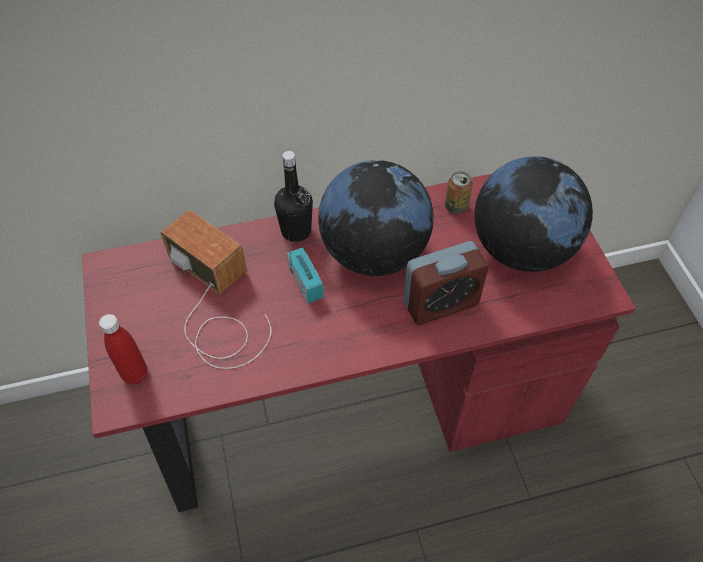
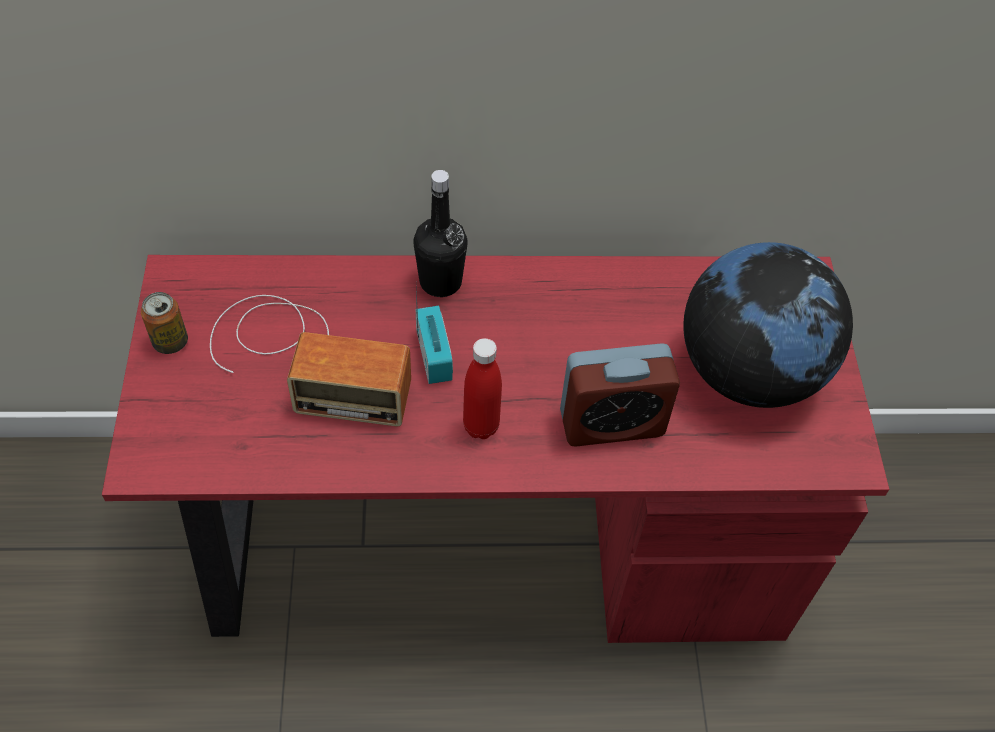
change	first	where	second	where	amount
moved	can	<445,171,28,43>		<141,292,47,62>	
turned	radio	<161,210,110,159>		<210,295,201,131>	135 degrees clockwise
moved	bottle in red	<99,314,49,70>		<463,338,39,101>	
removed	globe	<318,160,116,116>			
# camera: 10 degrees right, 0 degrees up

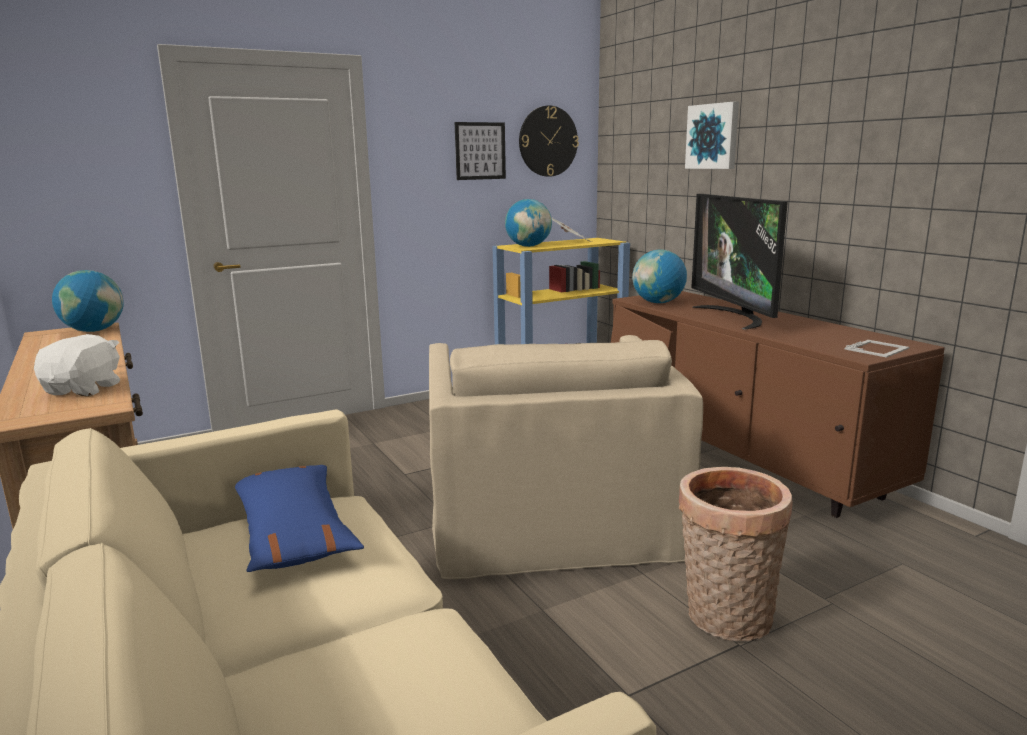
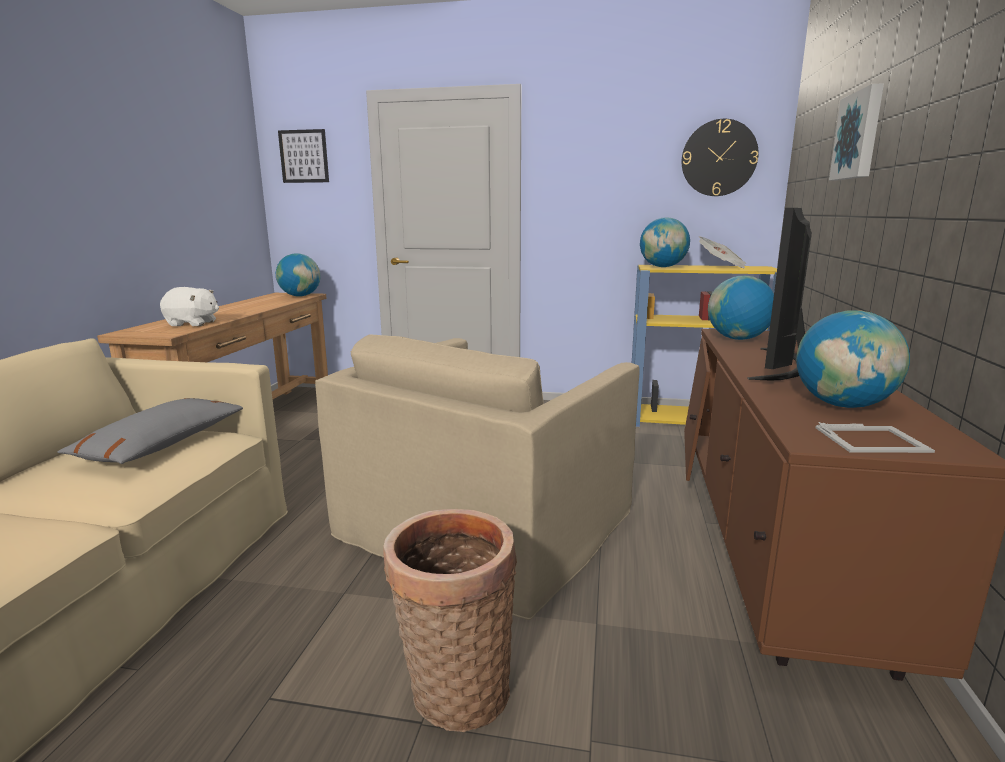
change	first	where	second	where	amount
recoloured	pillow in blue	<235,465,129,107>	pillow in grey	<57,398,186,66>	
turned	plush toy in white	<34,334,86,62>		<160,287,59,39>	45 degrees clockwise
moved	picture	<455,122,51,58>		<278,129,51,54>	
added			globe	<796,310,114,98>	
# camera: 40 degrees right, 0 degrees up

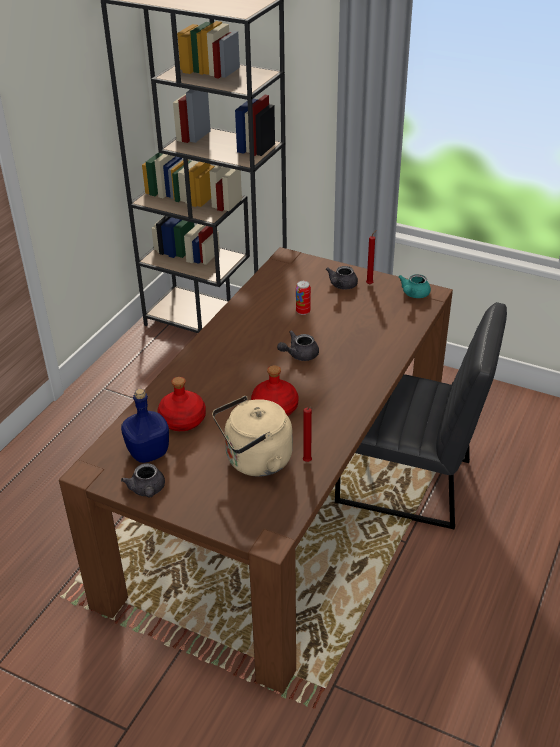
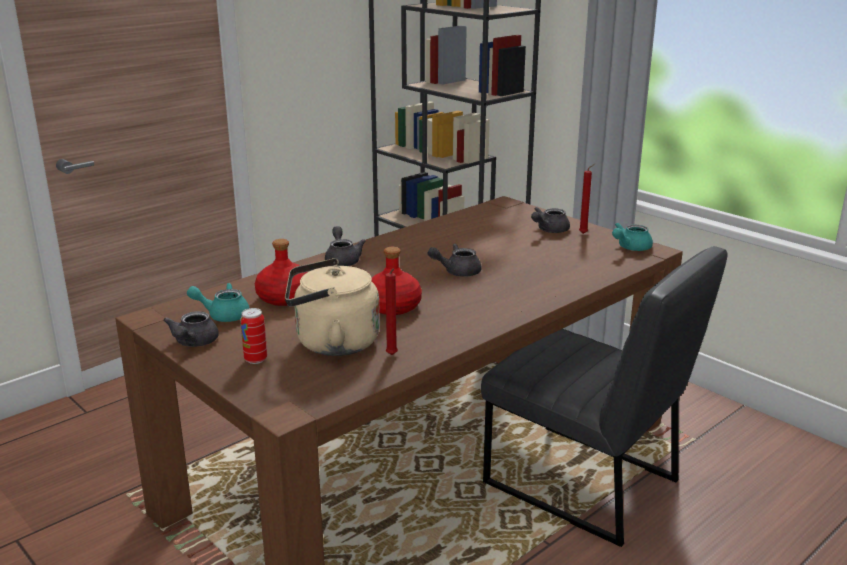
change	first	where	second	where	amount
replaced	bottle in blue	<121,389,48,74>	teapot in turquoise	<187,283,62,39>	
moved	can	<296,281,15,34>		<240,308,27,56>	
added			teapot in grey	<325,226,41,40>	
# camera: 20 degrees right, 15 degrees down

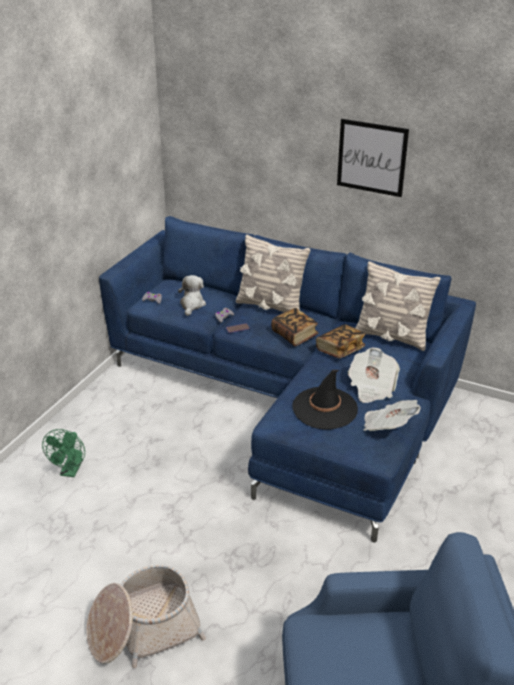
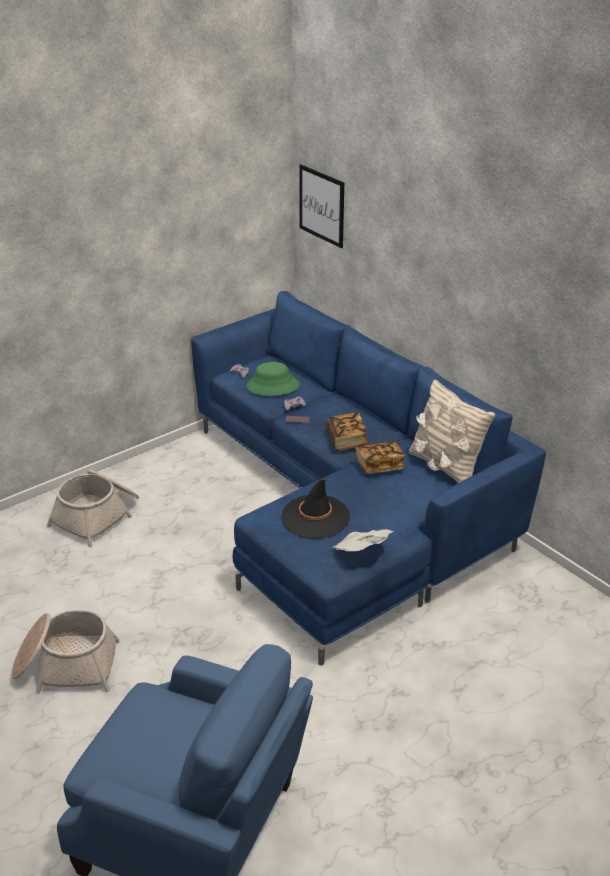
change	first	where	second	where	amount
replaced	fan in green	<42,429,43,48>	basket	<47,469,92,78>	
replaced	plush toy	<178,275,28,41>	hat in green	<246,362,54,34>	
moved	picture	<337,119,72,78>		<299,164,45,84>	
removed	pillow in beige	<236,235,74,77>			
removed	newspaper	<348,348,52,55>			
# camera: 25 degrees right, 0 degrees up

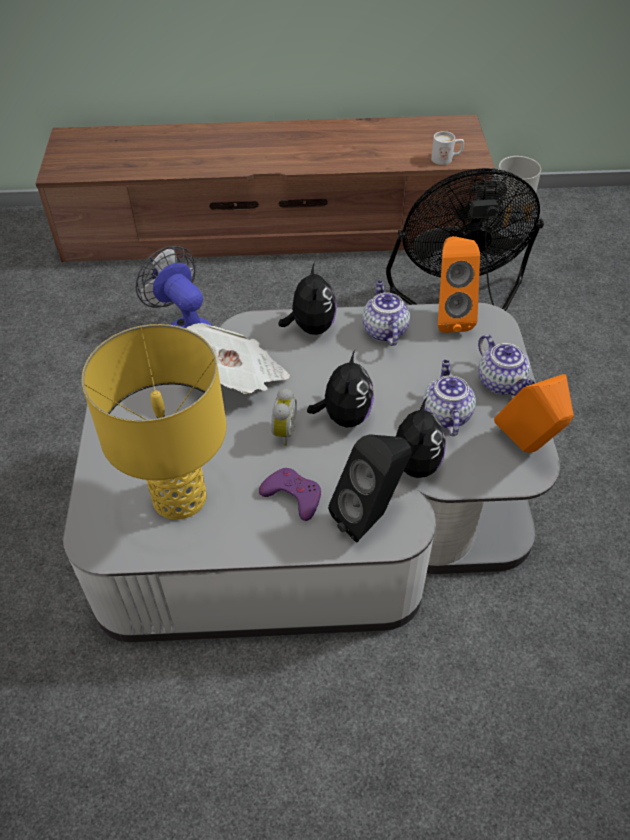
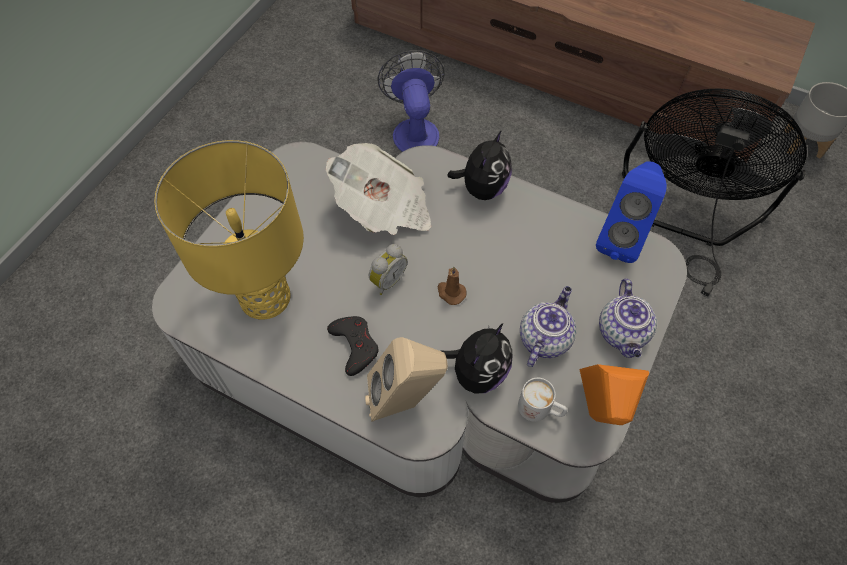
change	first	where	second	where	amount
recoloured	game controller in purple	<259,468,62,53>	game controller in black	<327,316,51,60>	
recoloured	speaker in black	<328,434,84,108>	speaker in beige	<365,337,83,85>	
replaced	plush toy	<307,350,67,78>	candle in brown	<438,267,28,38>	
moved	mug in white	<431,131,33,34>		<518,378,49,44>	
recoloured	speaker in orange	<438,236,42,97>	speaker in blue	<596,161,71,102>	
removed	teapot	<362,281,48,65>			
# camera: 30 degrees right, 10 degrees up

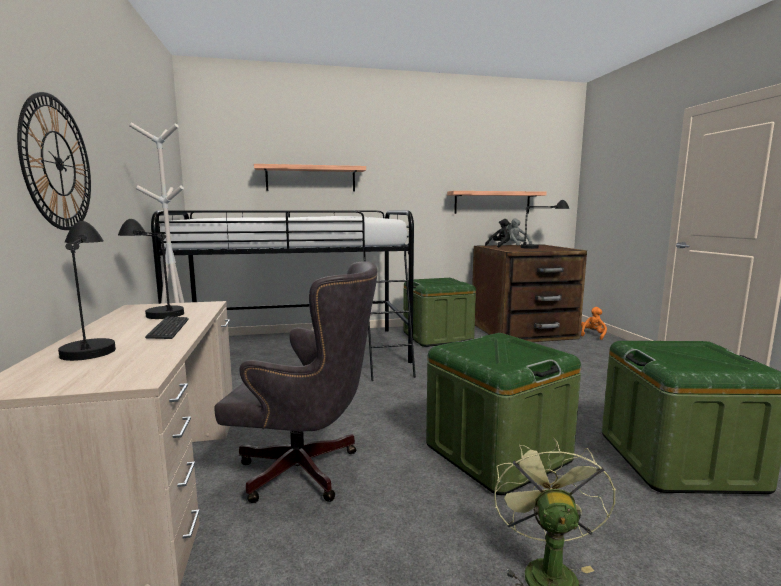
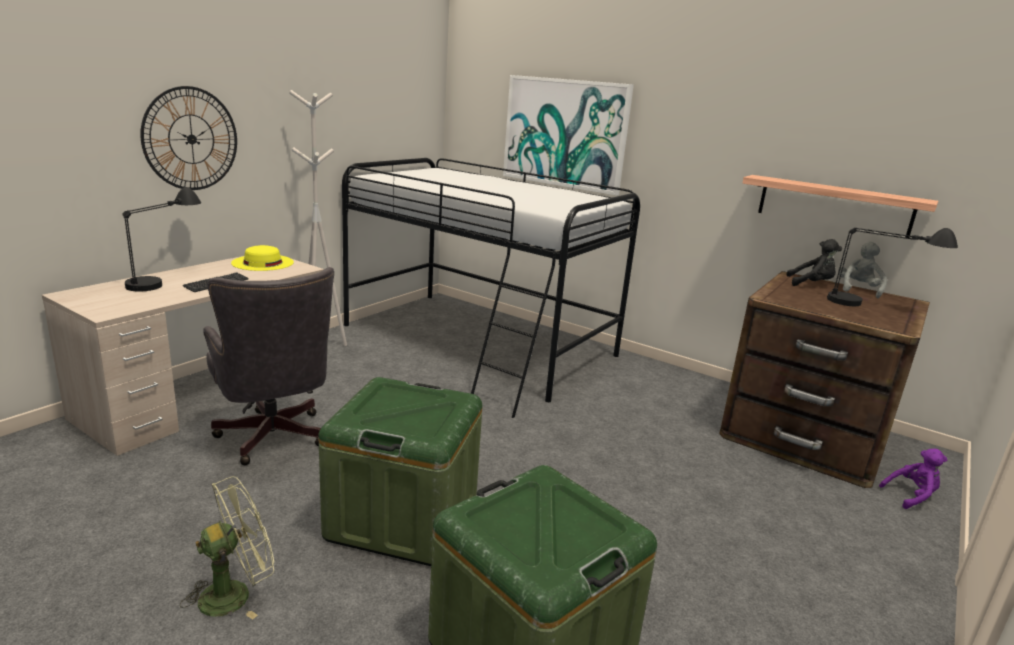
change	first	where	second	where	amount
replaced	table lamp in black	<118,219,66,100>	hat in yellow	<231,245,63,26>	
replaced	shelf	<254,164,112,27>	picture	<503,75,131,120>	
recoloured	plush toy in orange	<581,307,26,33>	plush toy in purple	<879,449,68,60>	
removed	storage box in green	<403,278,73,69>			
# camera: 45 degrees right, 10 degrees up

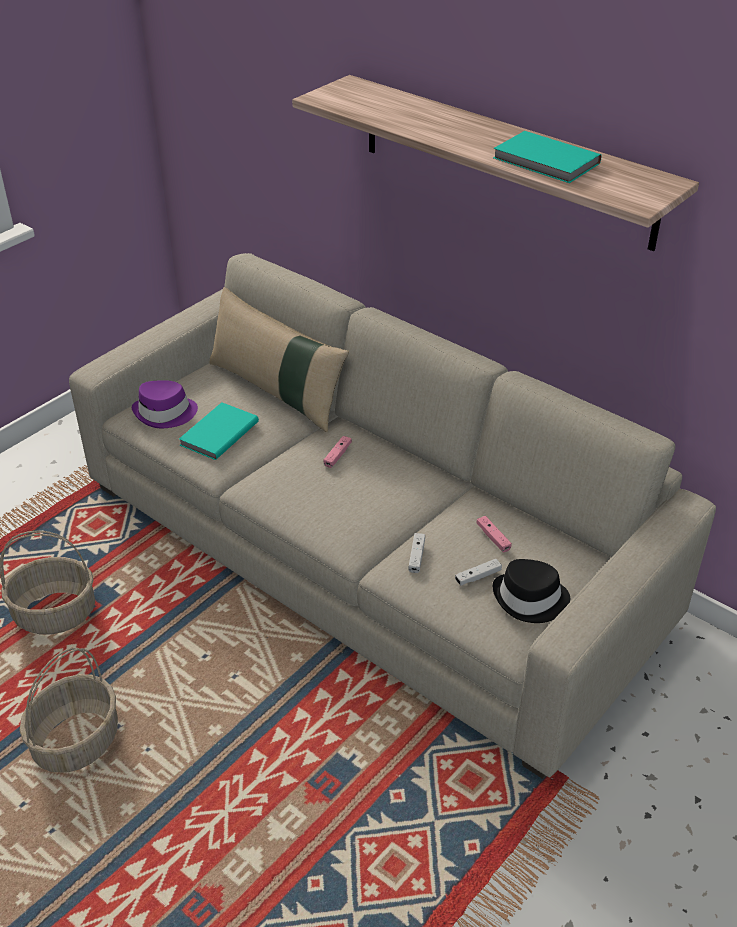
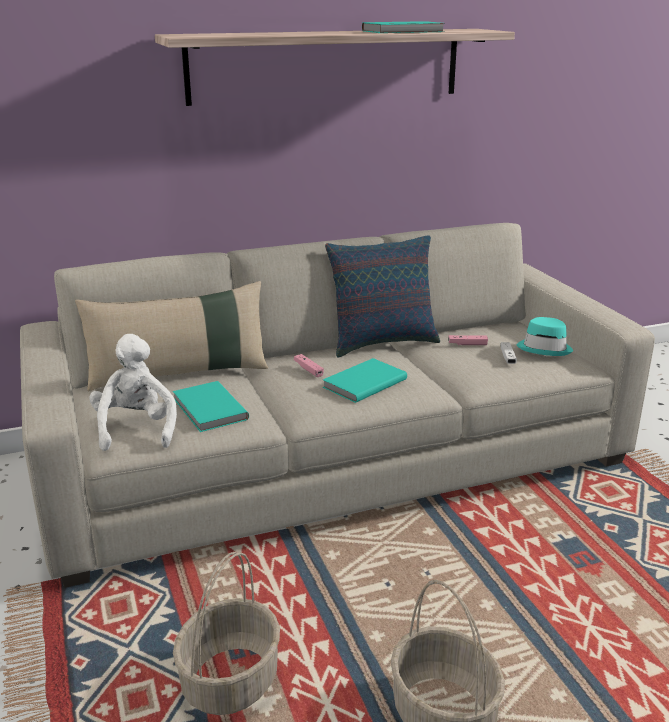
change	first	where	second	where	amount
replaced	hat in purple	<132,380,66,48>	plush toy in white	<89,334,88,117>	
added			book in turquoise	<323,358,84,45>	
added			pillow in blue	<325,235,115,122>	
recoloured	hat in black	<493,559,77,64>	hat in turquoise	<517,317,56,39>	
removed	game controller in white	<408,533,17,40>			
# camera: 60 degrees left, 15 degrees down

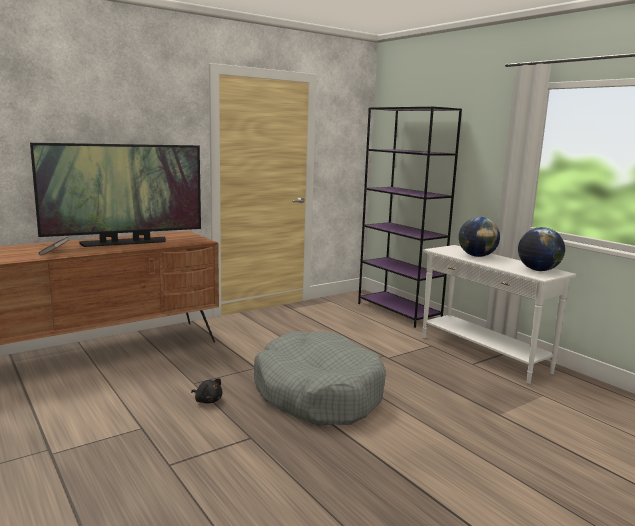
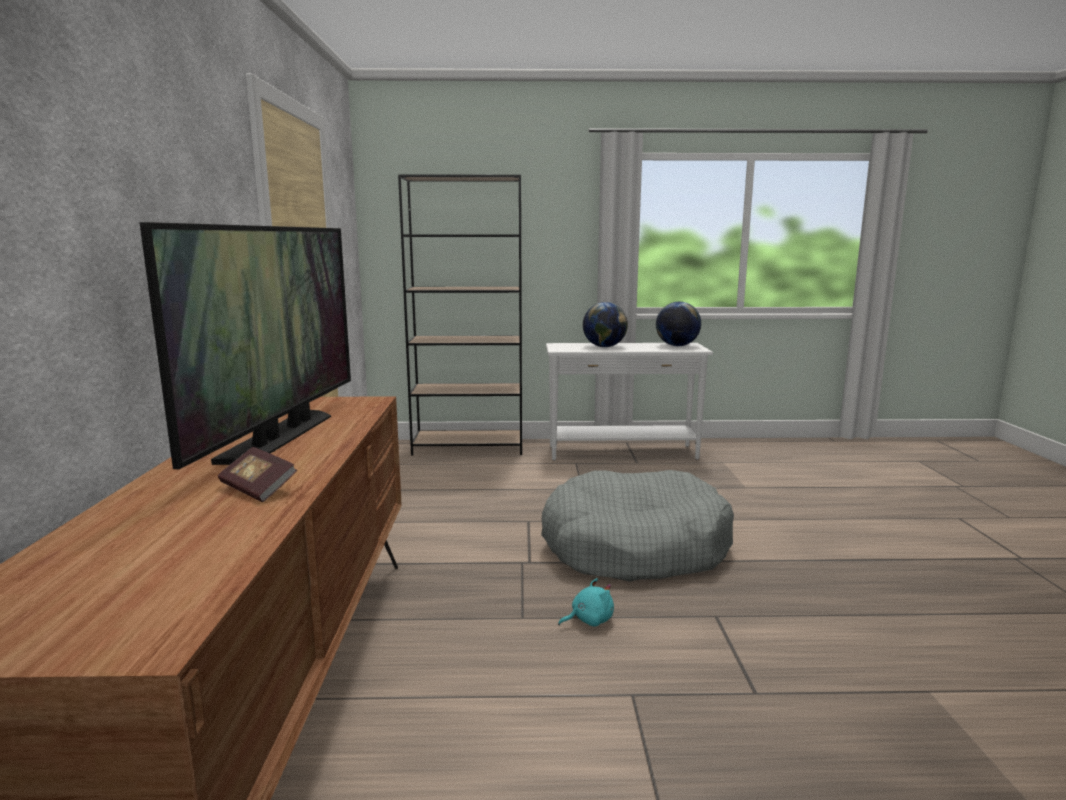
change	first	where	second	where	amount
recoloured	bookcase in purple	<358,107,104,221>	bookcase in beige	<398,174,124,282>	
recoloured	plush toy in black	<191,378,32,26>	plush toy in turquoise	<558,578,56,48>	
# camera: 55 degrees left, 0 degrees up

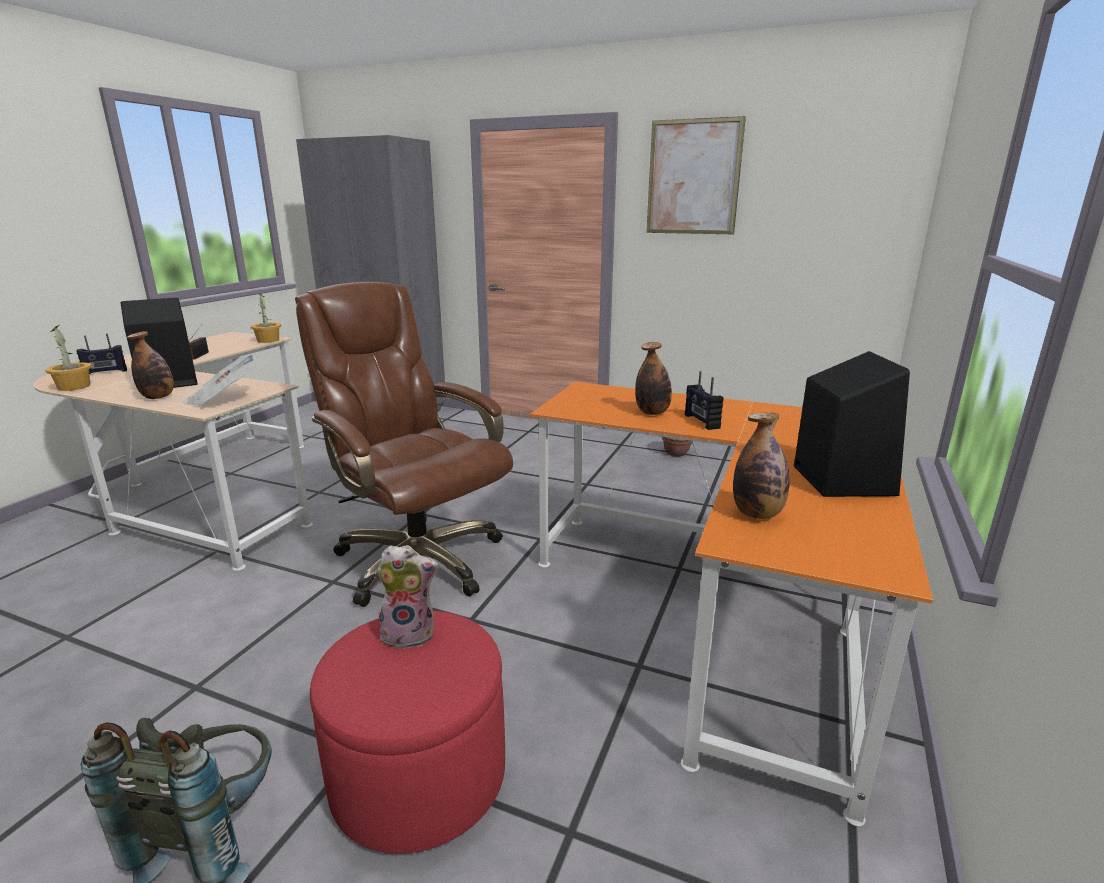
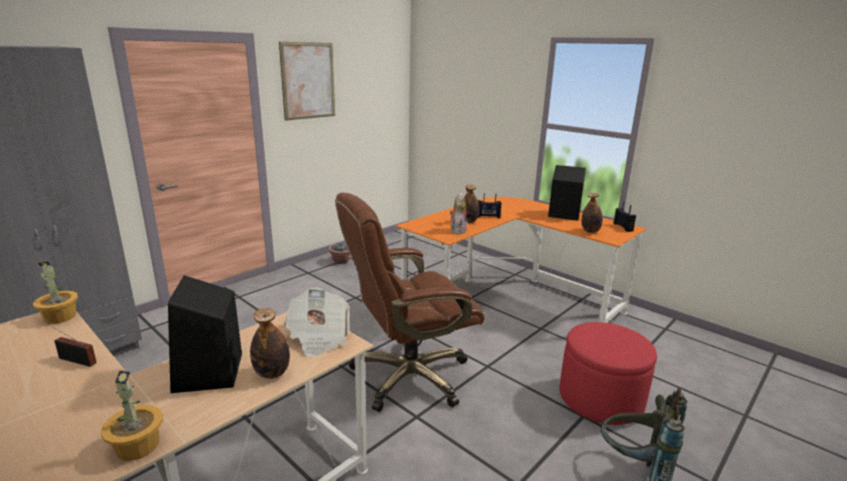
change	first	where	second	where	amount
moved	plush toy	<377,545,62,104>		<450,192,17,42>	
moved	radio	<77,334,50,40>		<613,201,23,31>	
# camera: 70 degrees left, 0 degrees up

